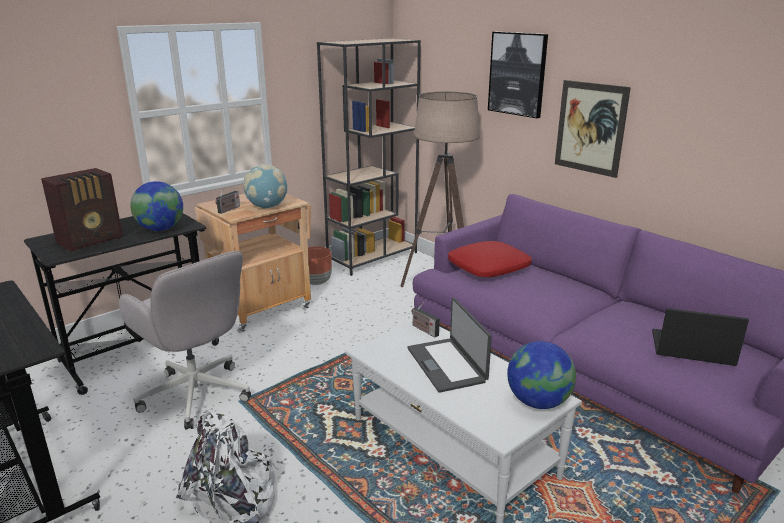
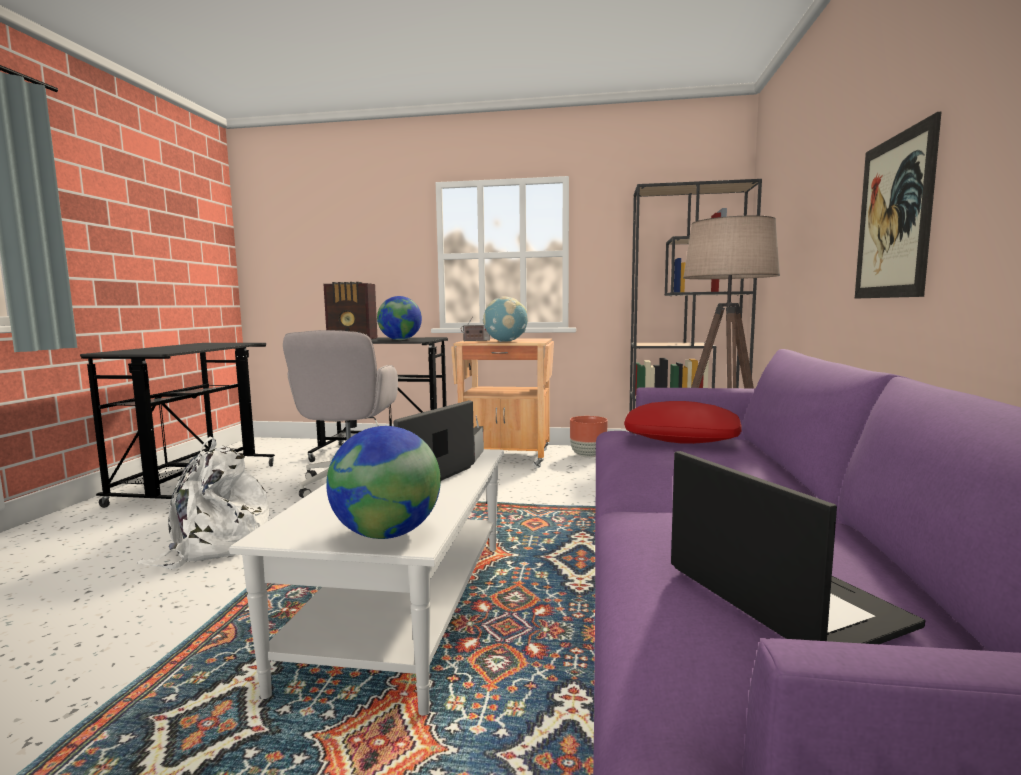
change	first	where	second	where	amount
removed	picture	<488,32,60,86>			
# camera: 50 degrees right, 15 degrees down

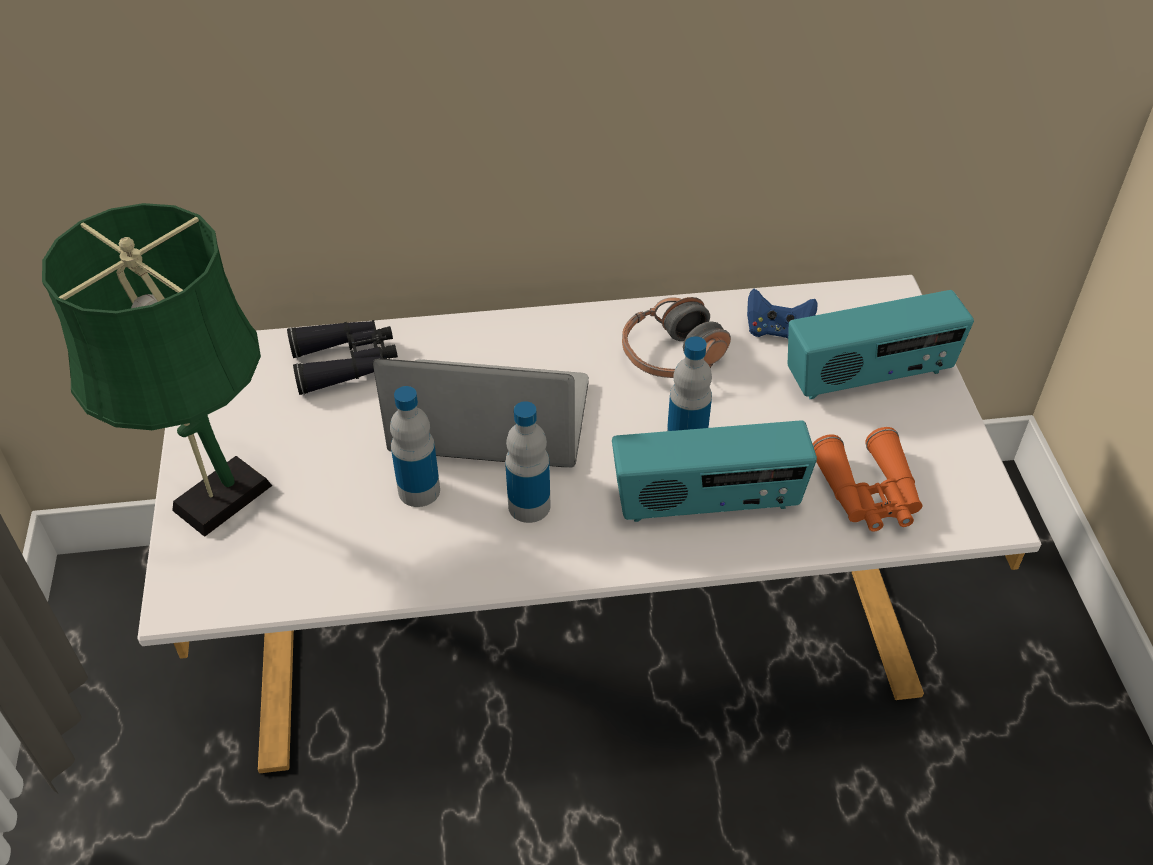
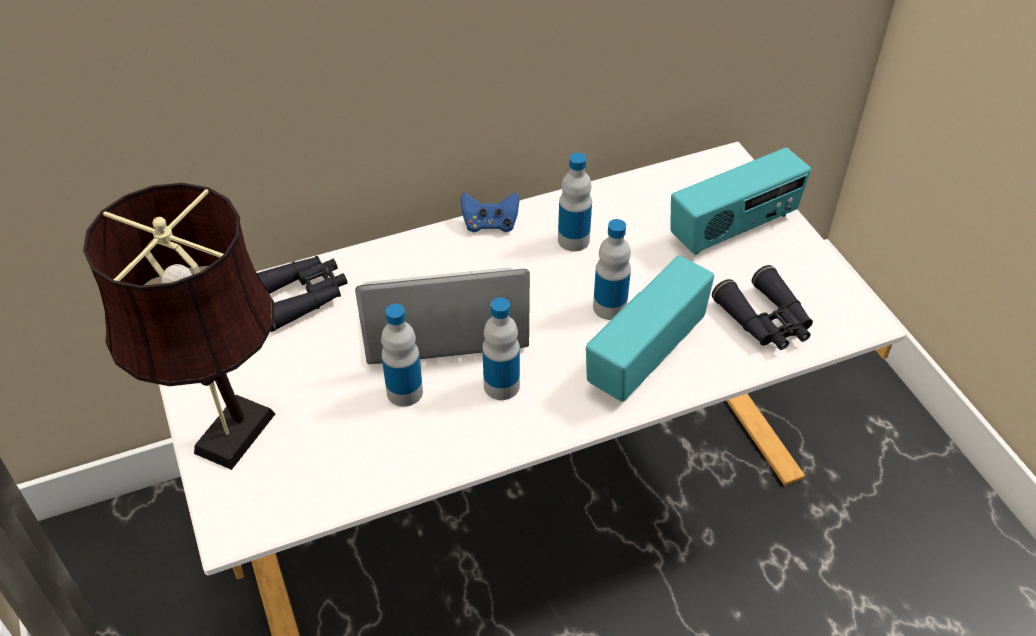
change	first	where	second	where	amount
recoloured	table lamp in green	<42,203,230,334>	table lamp in brown	<83,183,192,287>	
moved	game controller in blue	<747,289,70,50>		<461,193,58,39>	
replaced	headphones	<622,297,109,81>	bottle	<558,153,34,98>	
turned	radio	<612,420,205,102>		<586,256,128,146>	150 degrees clockwise
recoloured	binoculars in orange	<813,427,109,105>	binoculars in black	<712,265,101,85>	
# camera: 15 degrees left, 0 degrees up

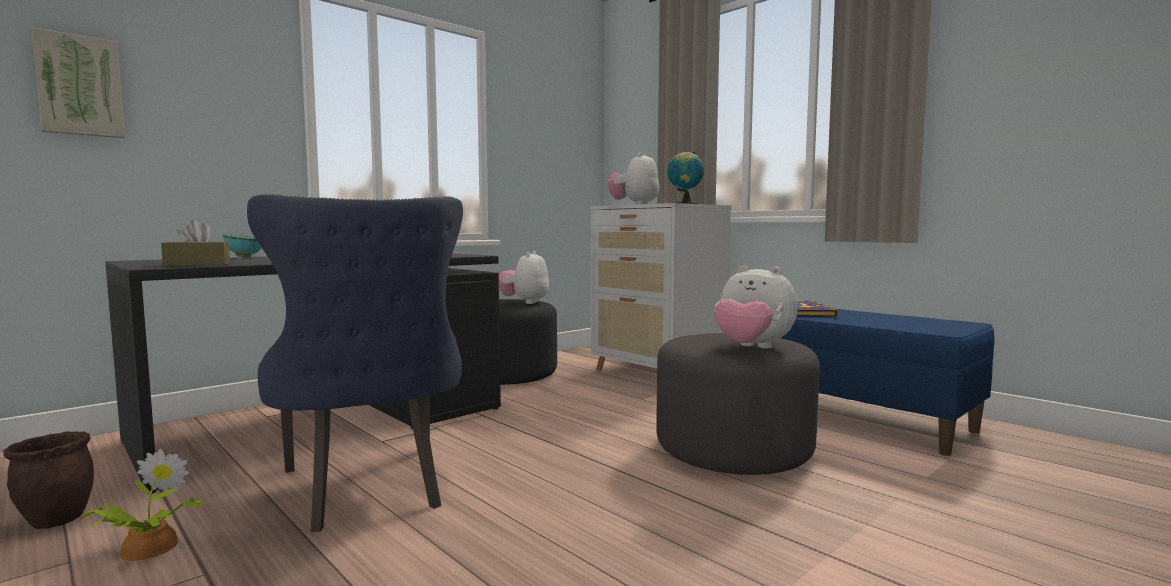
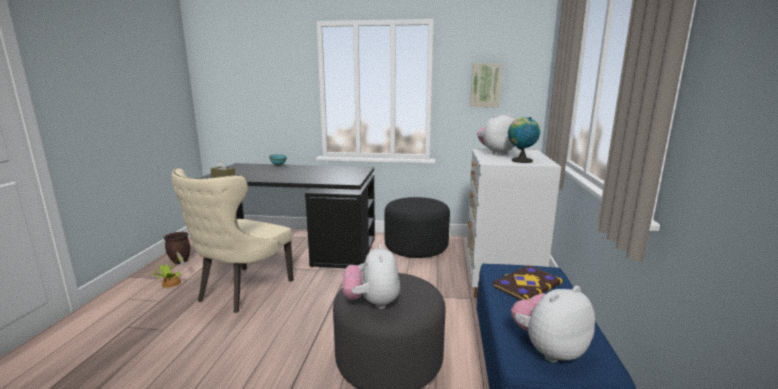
change	first	where	second	where	amount
recoloured	chair in blue	<247,194,216,338>	chair in beige	<172,168,122,145>	
moved	picture	<32,27,93,111>		<470,63,33,44>	
moved	plush toy	<499,251,50,53>		<511,286,84,77>	
# camera: 50 degrees right, 10 degrees up

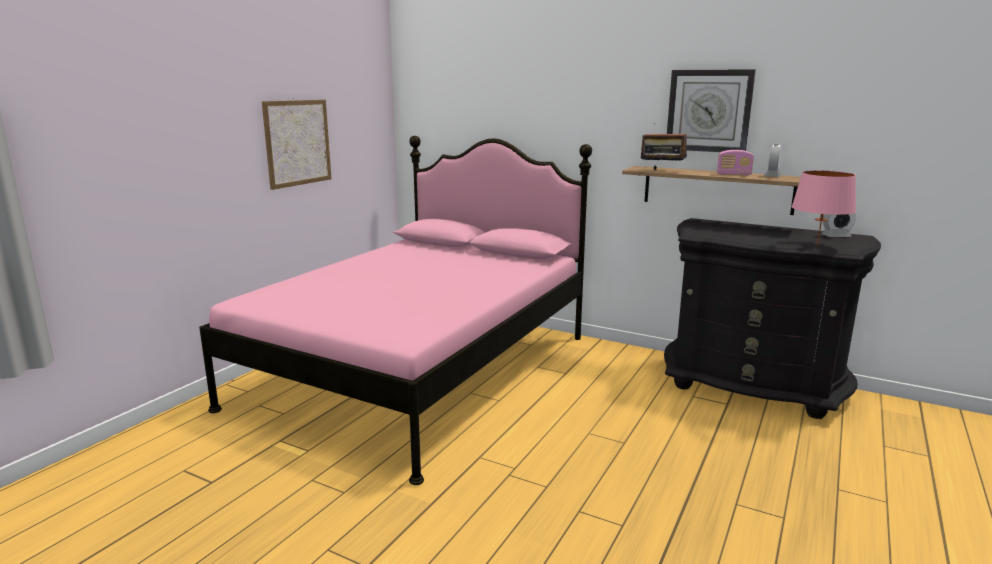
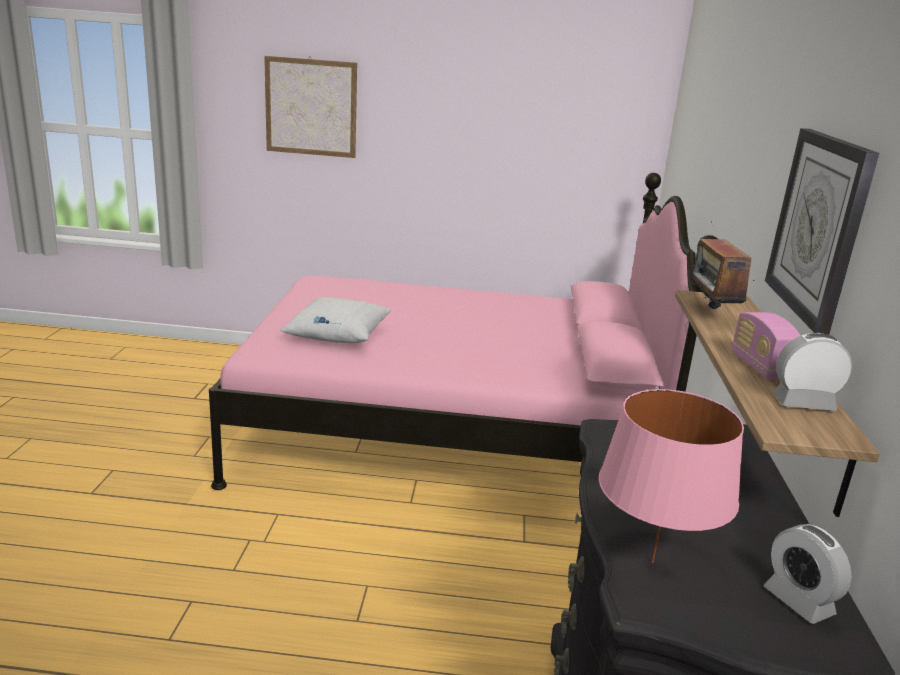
change	first	where	second	where	amount
moved	picture	<262,100,69,90>		<264,56,93,102>	
added			pillow in grey	<281,297,110,46>	
# camera: 65 degrees right, 5 degrees up

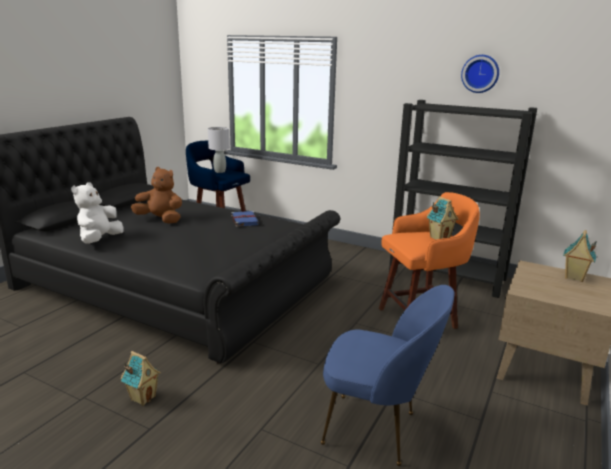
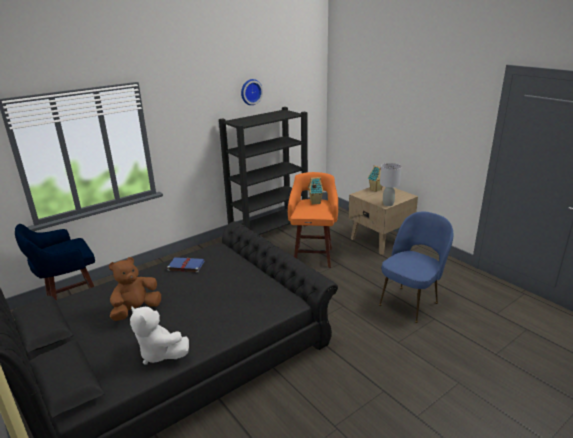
change	first	where	second	where	amount
moved	table lamp in grey	<208,127,22,46>		<380,163,21,43>	
removed	toy house	<120,351,41,55>			
# camera: 65 degrees left, 5 degrees up

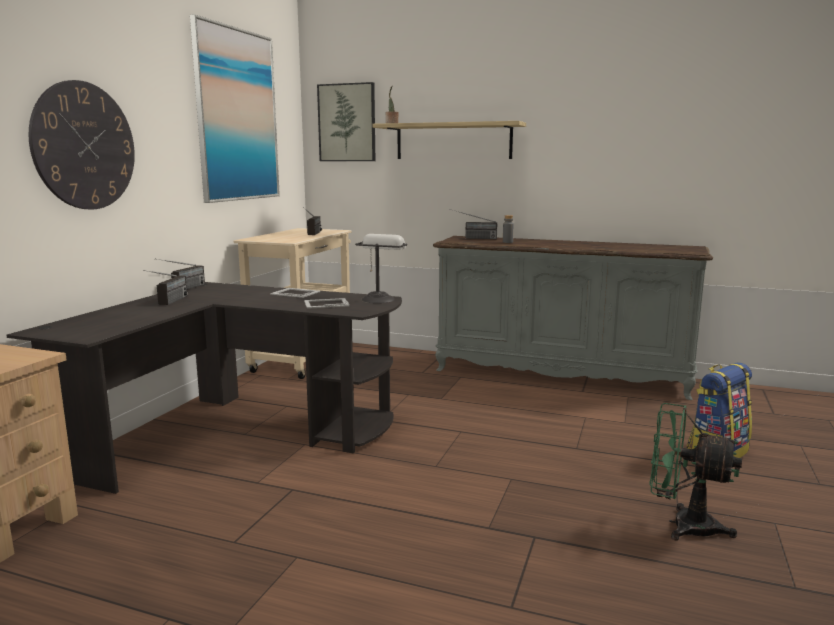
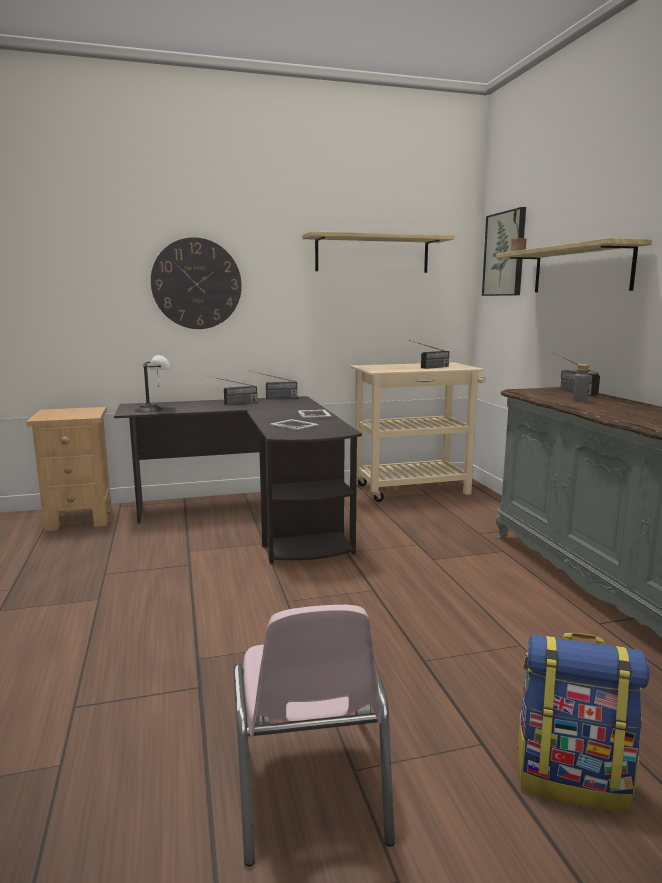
change	first	where	second	where	amount
moved	table lamp	<355,234,52,69>		<134,355,37,57>	
replaced	fan in green	<650,403,92,138>	chair in pink	<234,605,161,262>	
replaced	picture	<190,14,90,189>	shelf	<302,231,153,42>	
# camera: 55 degrees right, 0 degrees up

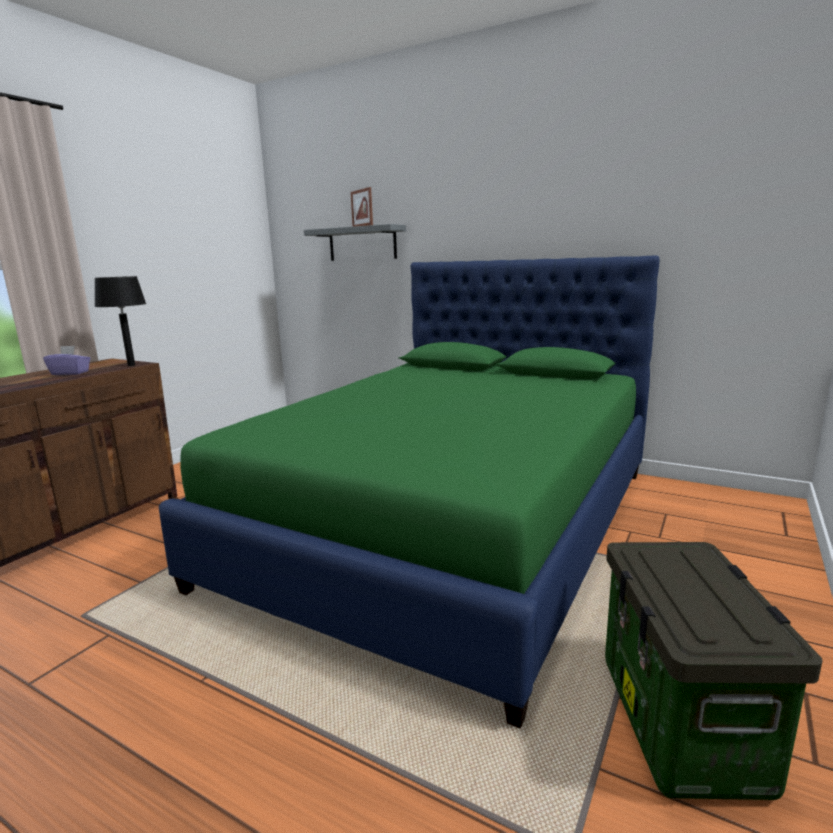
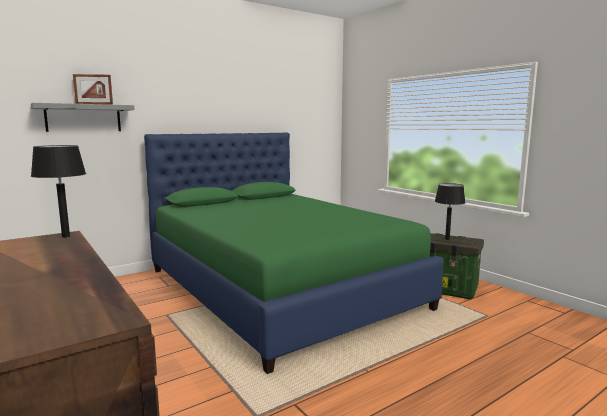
change	first	where	second	where	amount
added			table lamp in black	<435,183,31,57>	
removed	tissue box in purple	<43,346,48,29>			
# camera: 65 degrees left, 5 degrees down

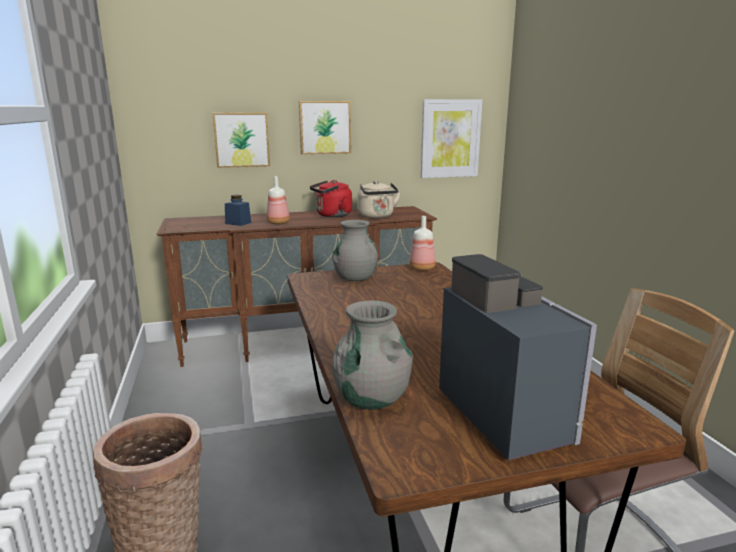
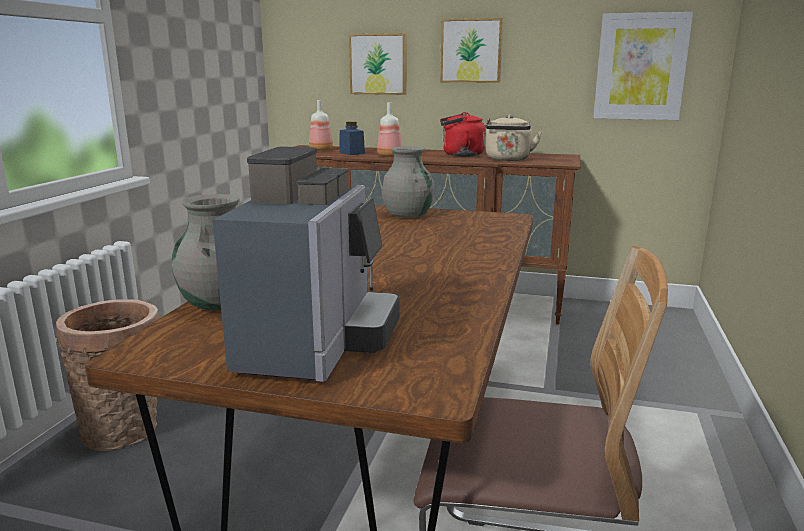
change	first	where	second	where	amount
moved	bottle	<409,216,27,55>		<309,100,24,51>	
# camera: 30 degrees right, 0 degrees up

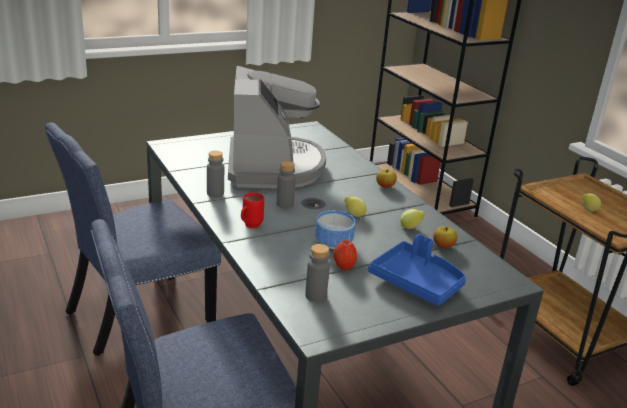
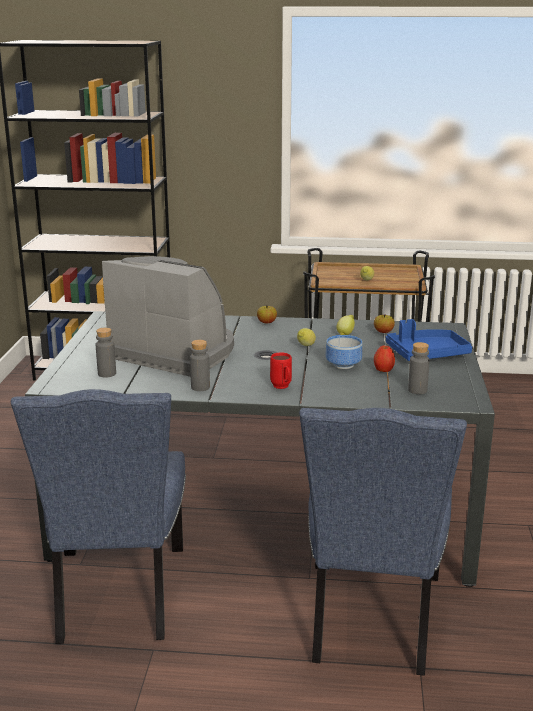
change	first	where	second	where	amount
moved	bottle in grey	<277,161,19,47>		<96,328,20,50>	
# camera: 55 degrees left, 5 degrees down

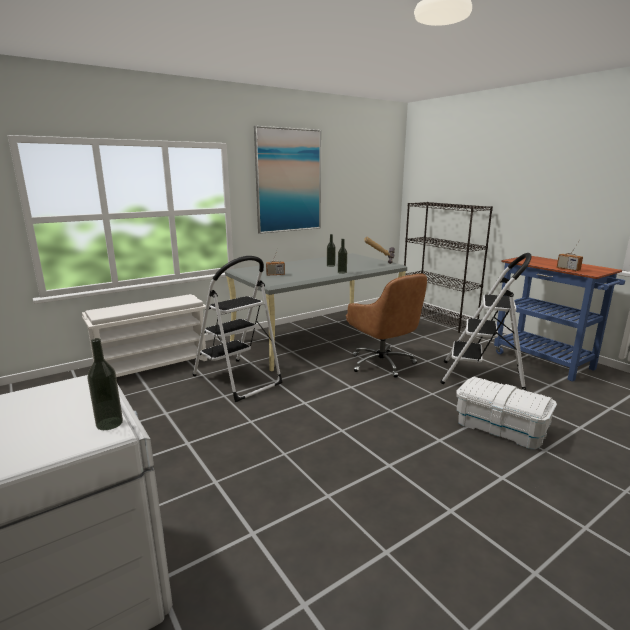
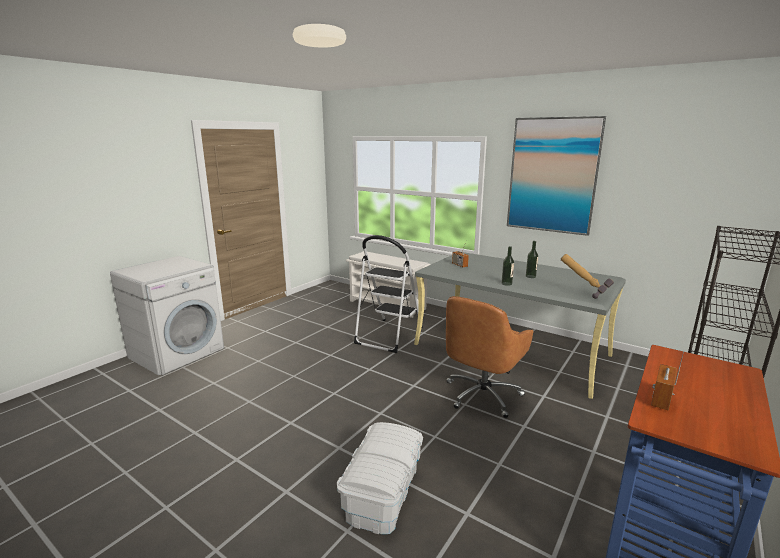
change	first	where	second	where	amount
removed	bottle	<87,338,36,92>			
removed	step ladder	<440,253,92,138>			
# camera: 70 degrees right, 0 degrees up

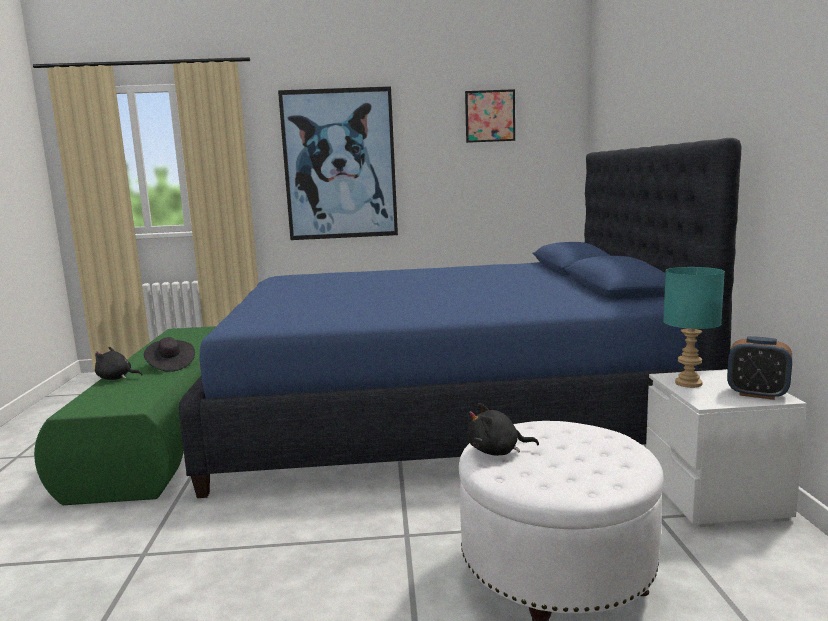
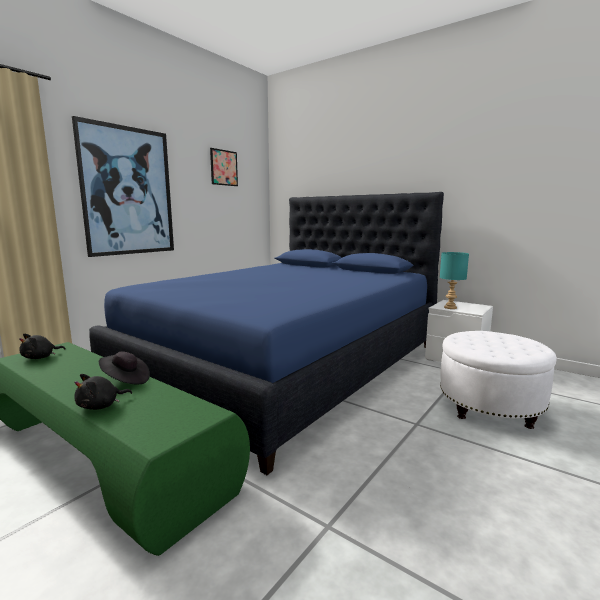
change	first	where	second	where	amount
moved	plush toy in black	<468,403,71,53>		<19,334,47,25>	
removed	alarm clock	<727,336,65,64>			
# camera: 50 degrees left, 0 degrees up

